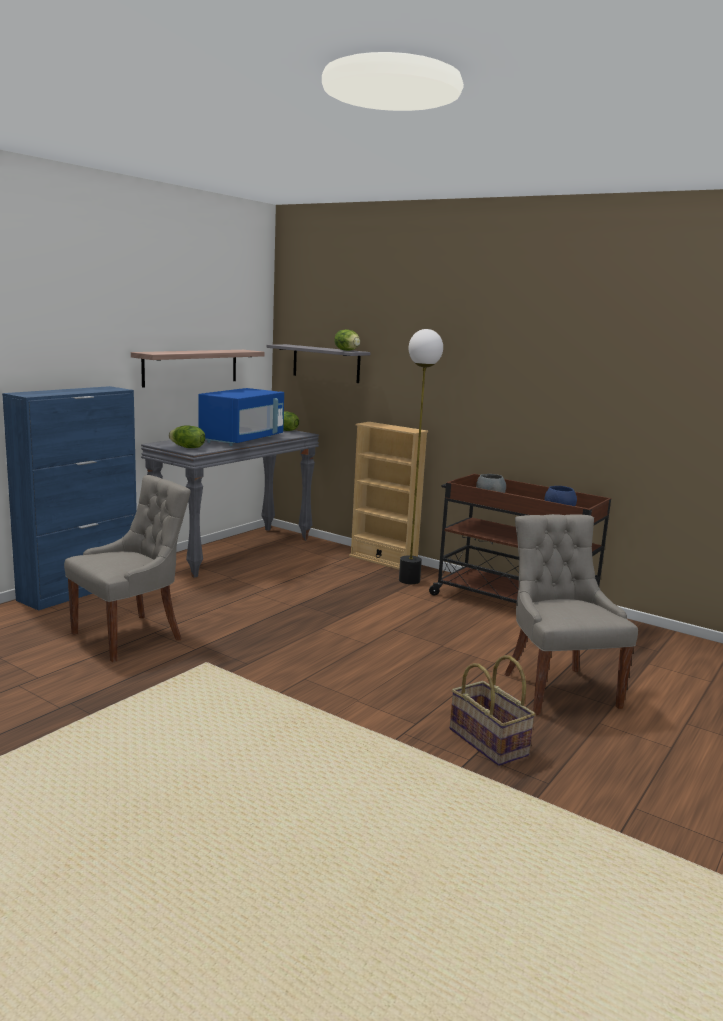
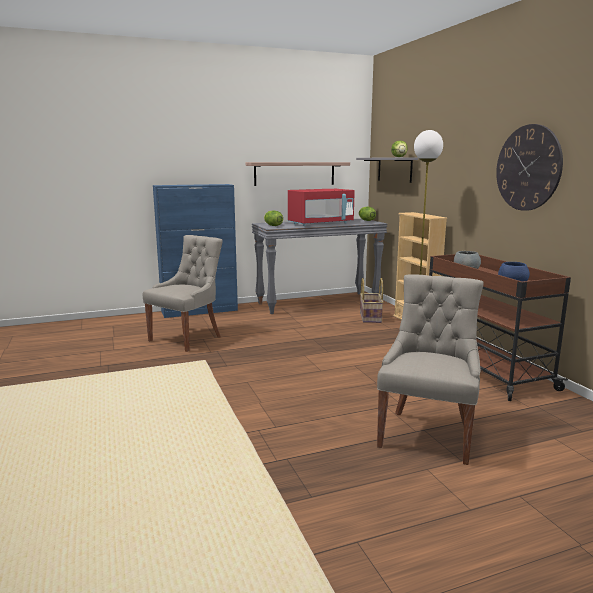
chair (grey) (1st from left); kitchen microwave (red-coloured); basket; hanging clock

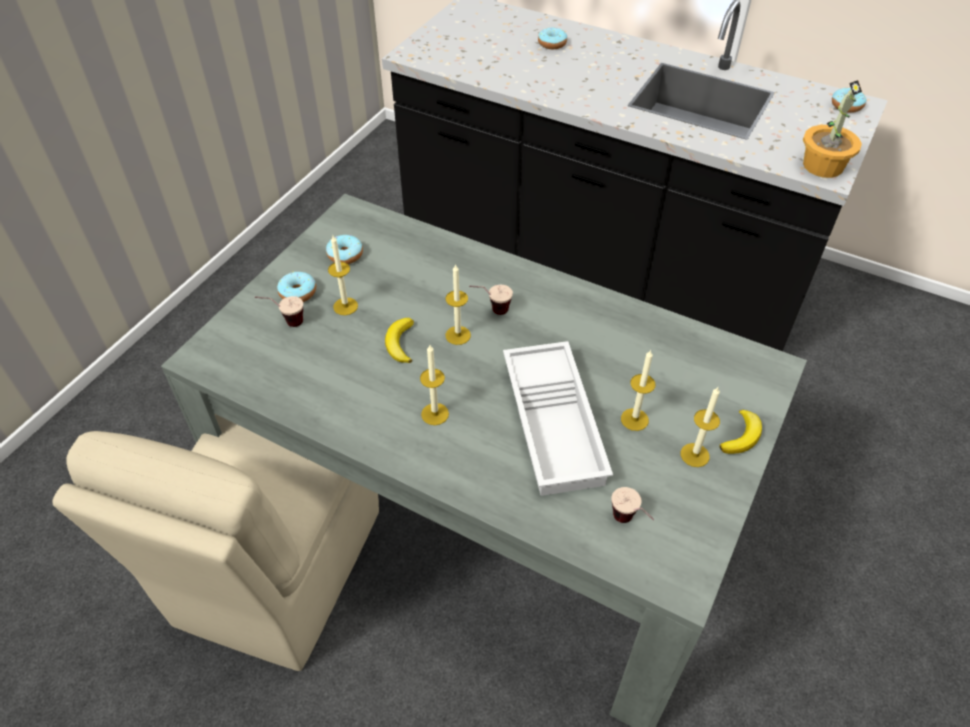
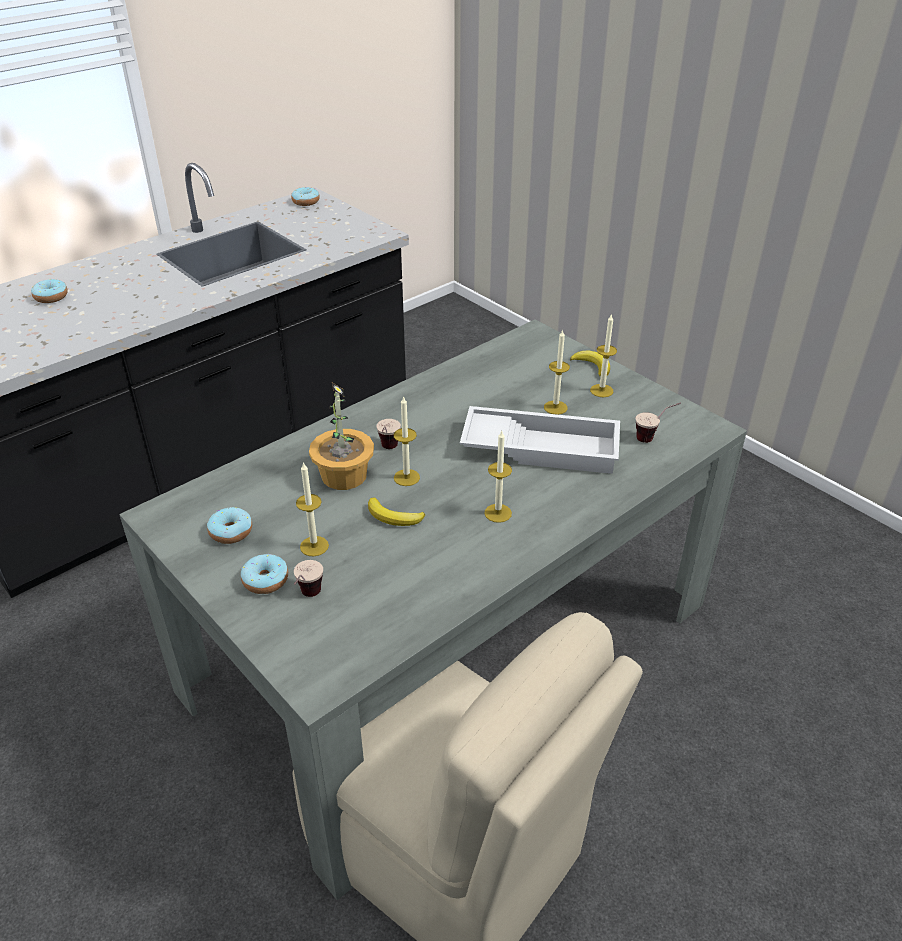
potted plant

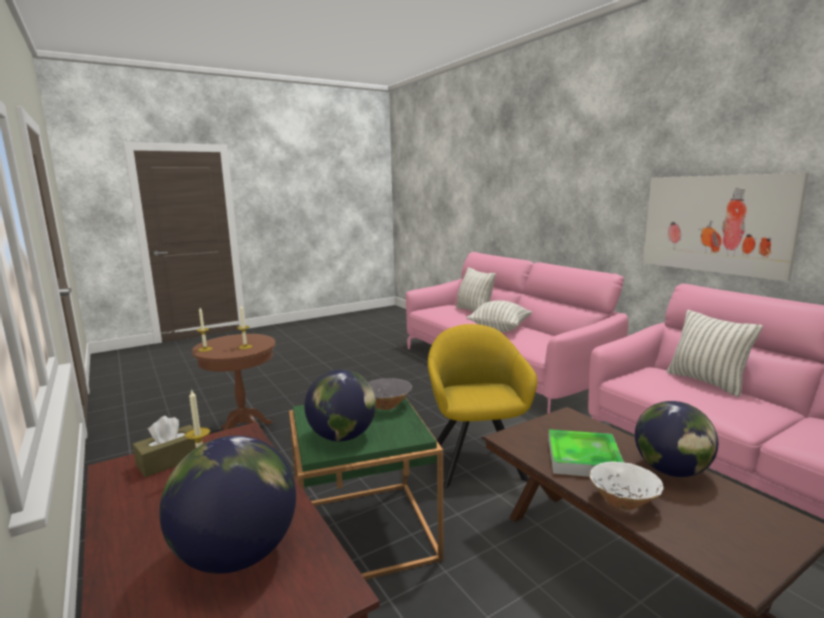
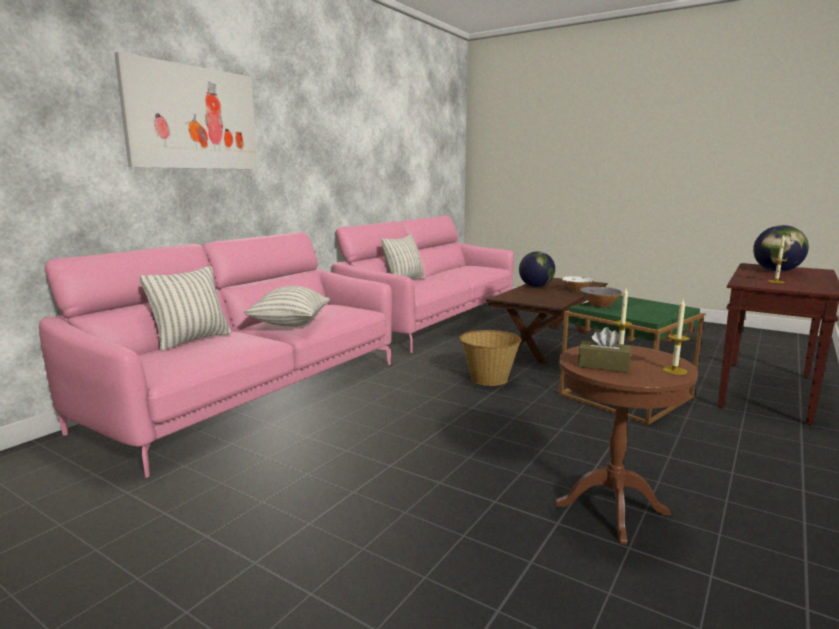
picture; basket; tissue holder (brown-coloured); globe (2nd from left in the first image); tray

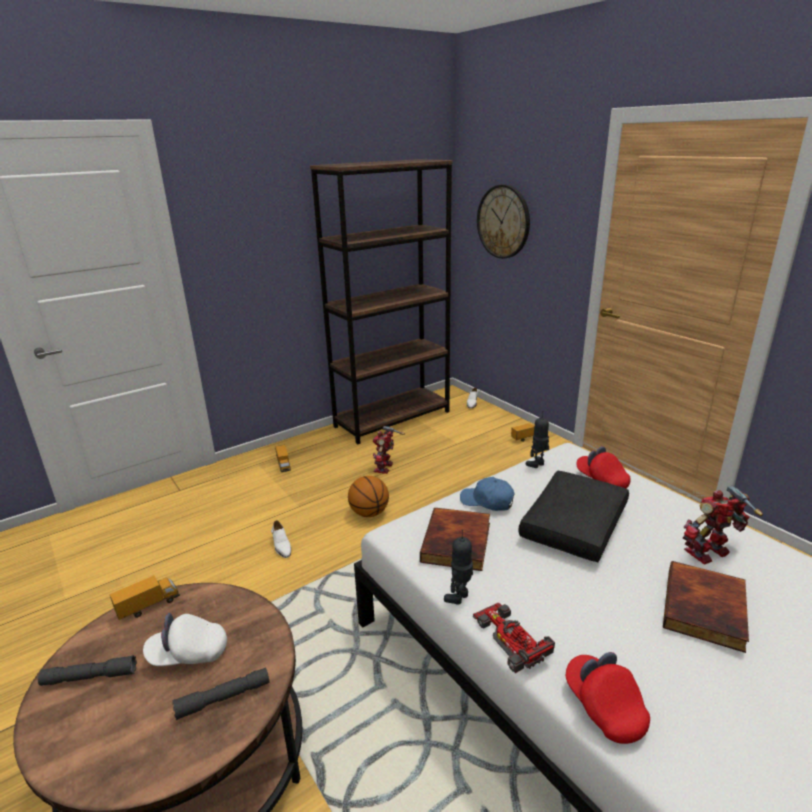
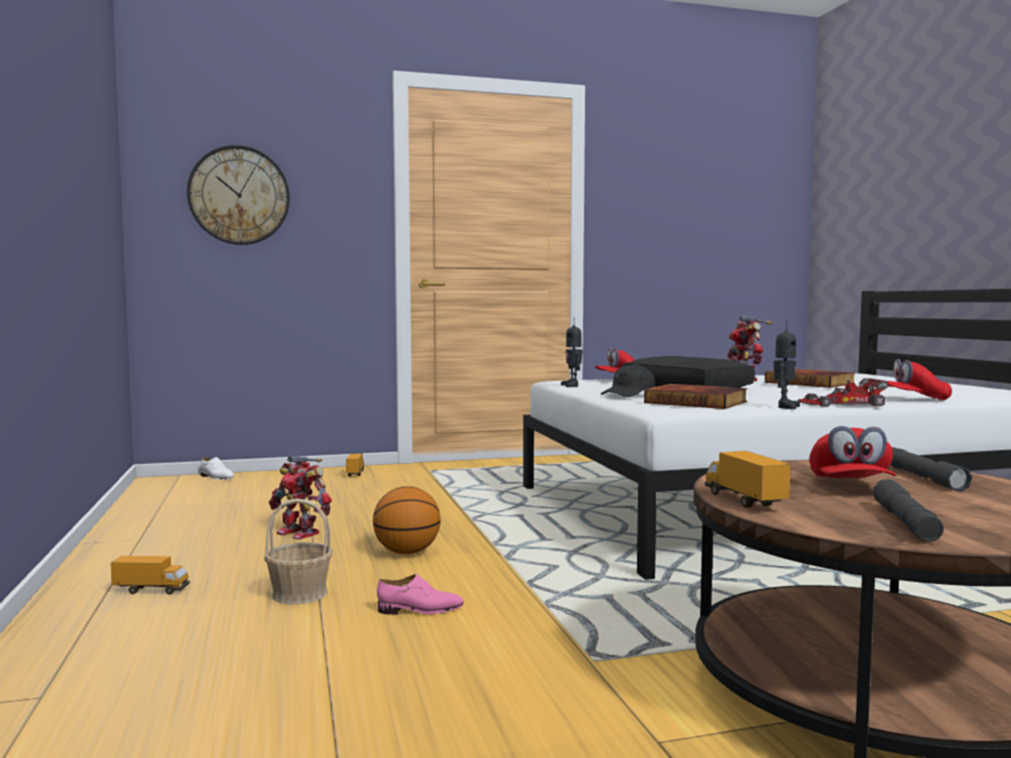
basket; item of footwear (pink-coloured); cap (black-coloured); robot figure (4th from left); cap (red-coloured) (2nd from left); bookshelf (brown-coloured)

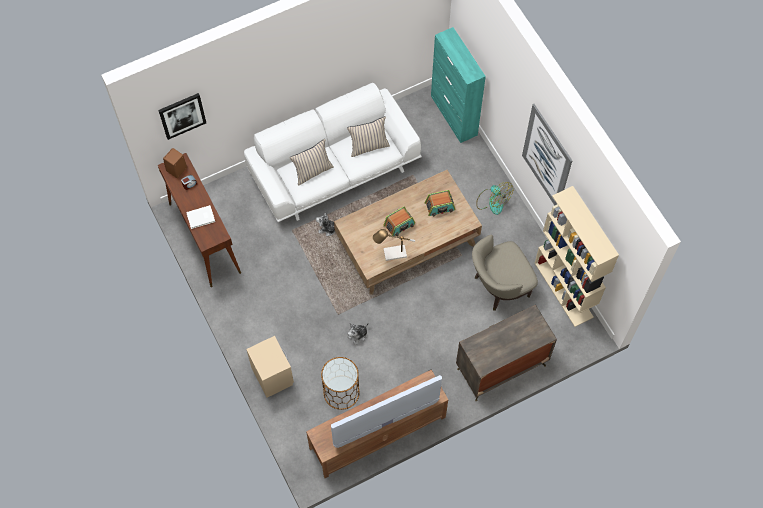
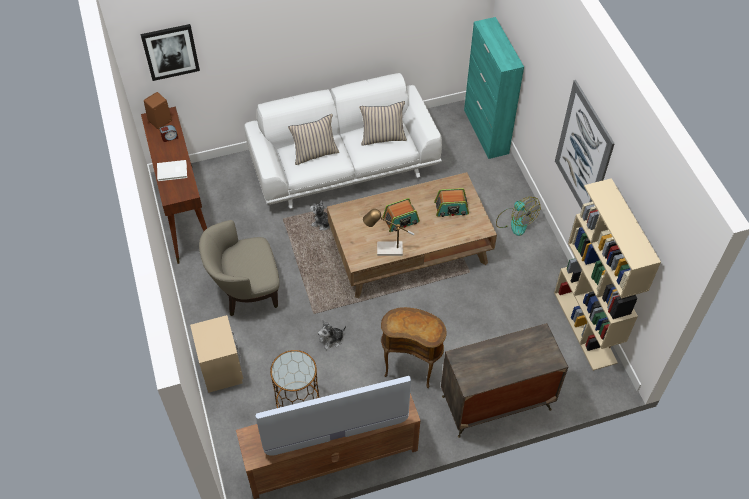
easy chair (beige); end table (brown-coloured) (2nd from left)

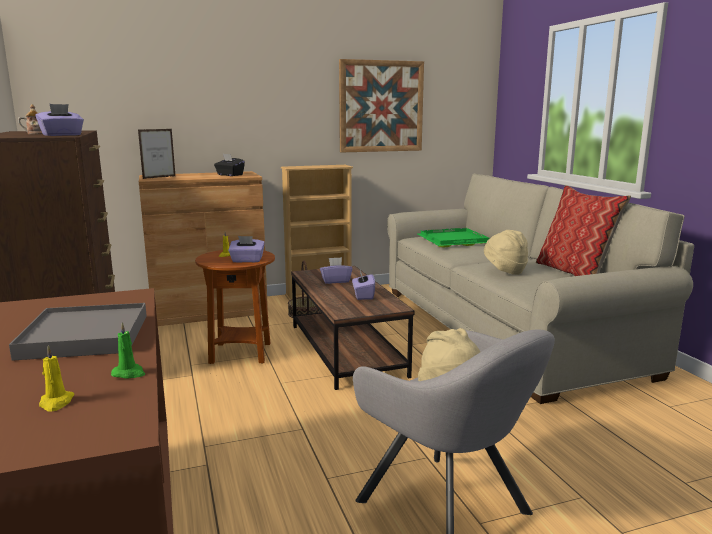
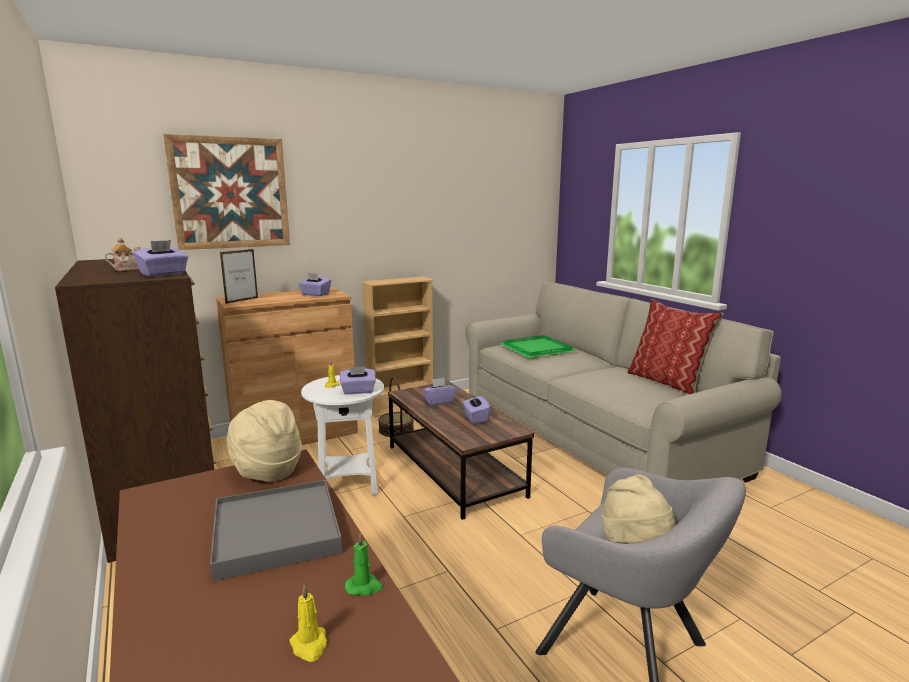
picture; hat (beige) (1st from left); tissue holder (purple-coloured) (2nd from left); end table (white-coloured)

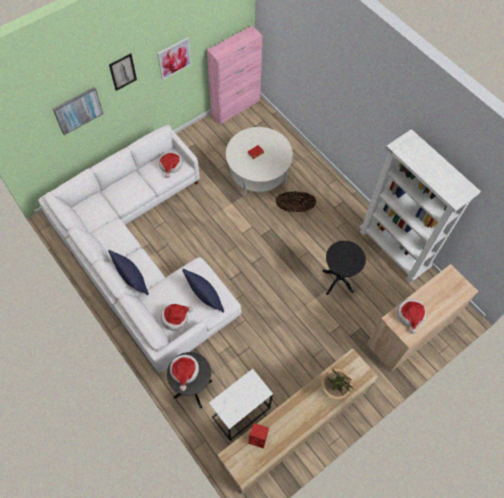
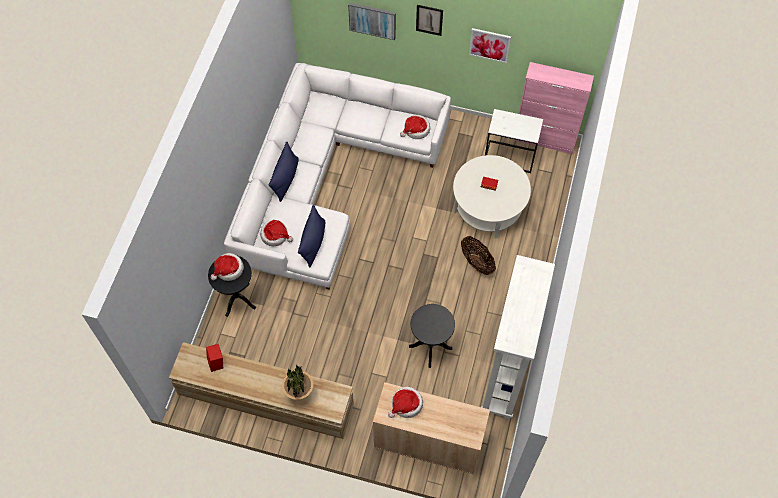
end table (white-coloured)

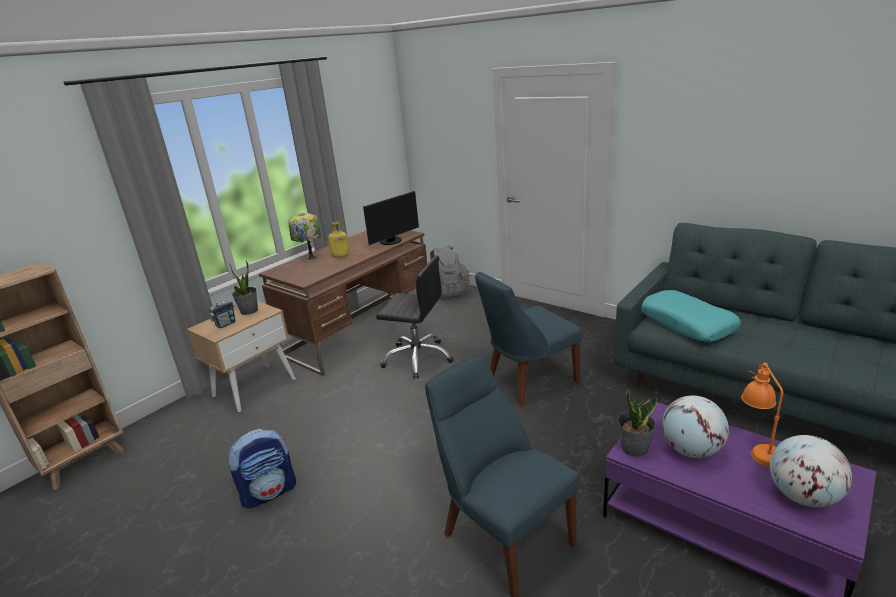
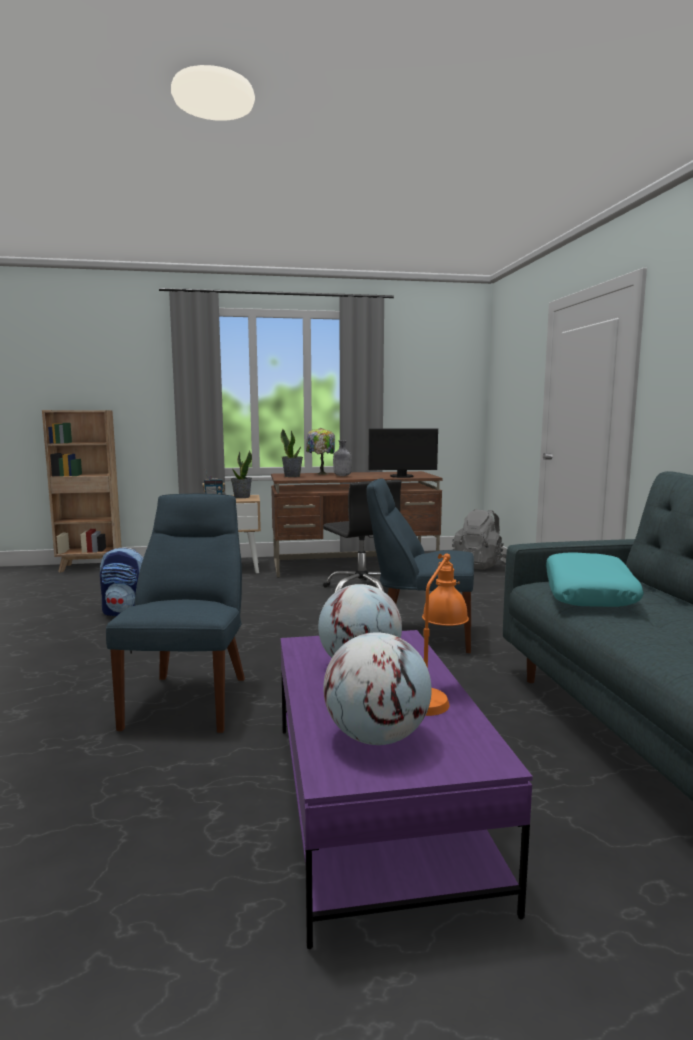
potted plant (2nd from left); drink bottle (grey)

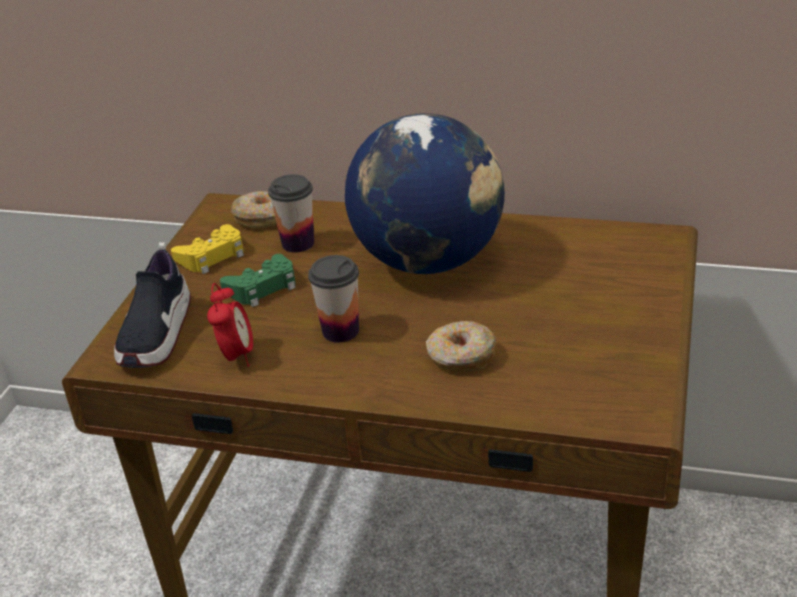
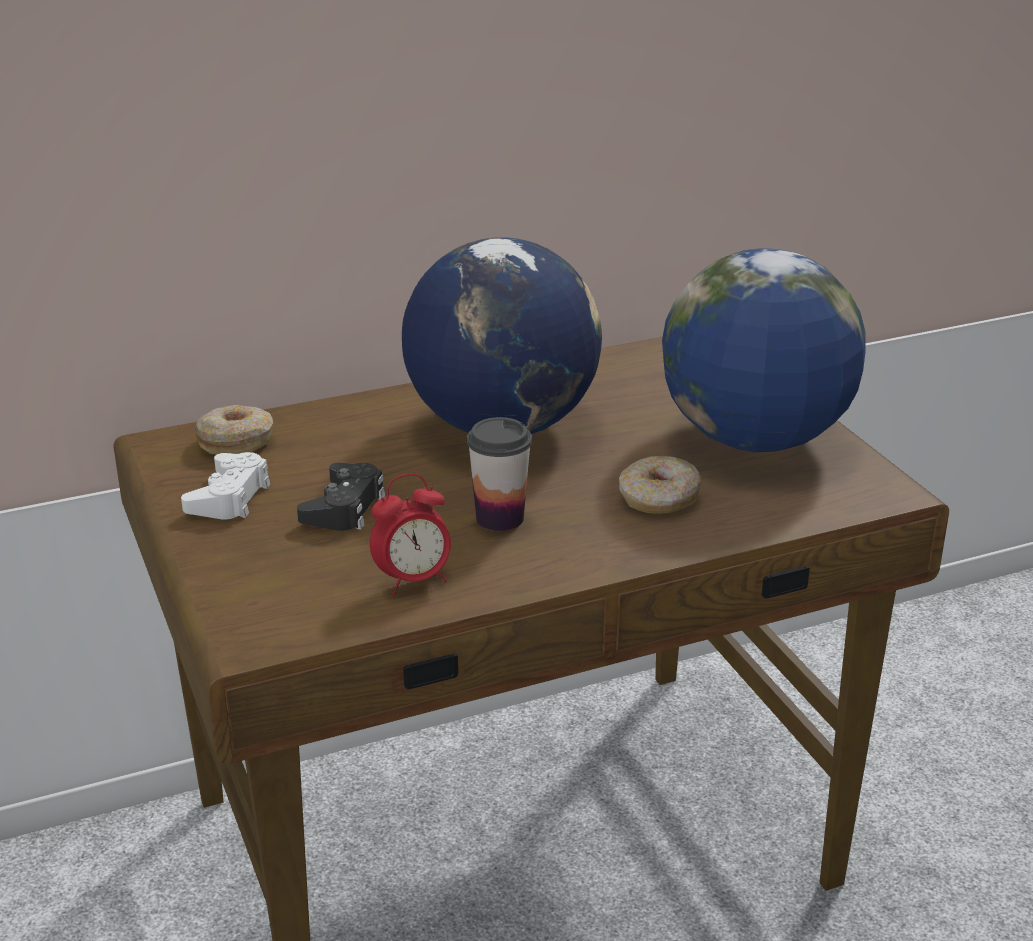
gamepad (white-coloured); gamepad (black-coloured); alarm clock; globe (2nd from left); item of footwear; small cup (1st from left in the first image)

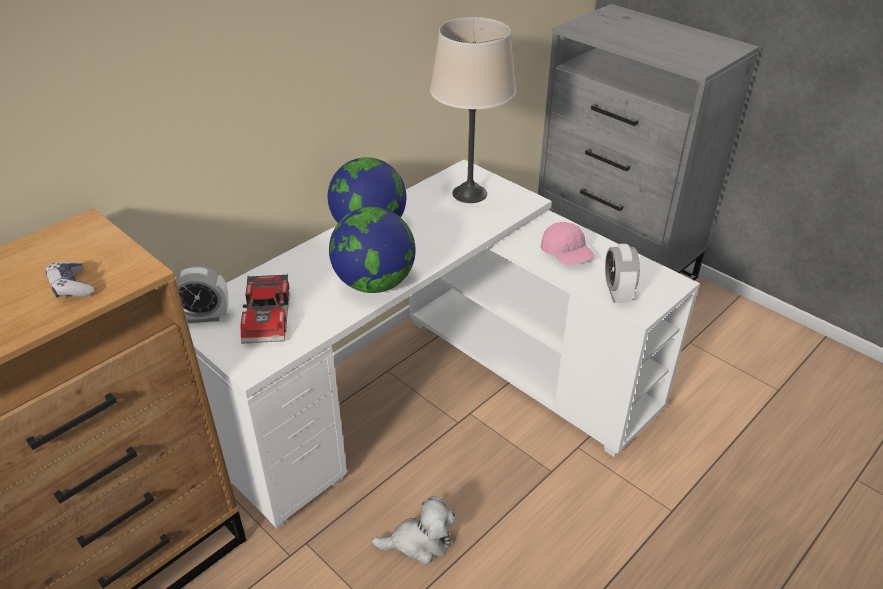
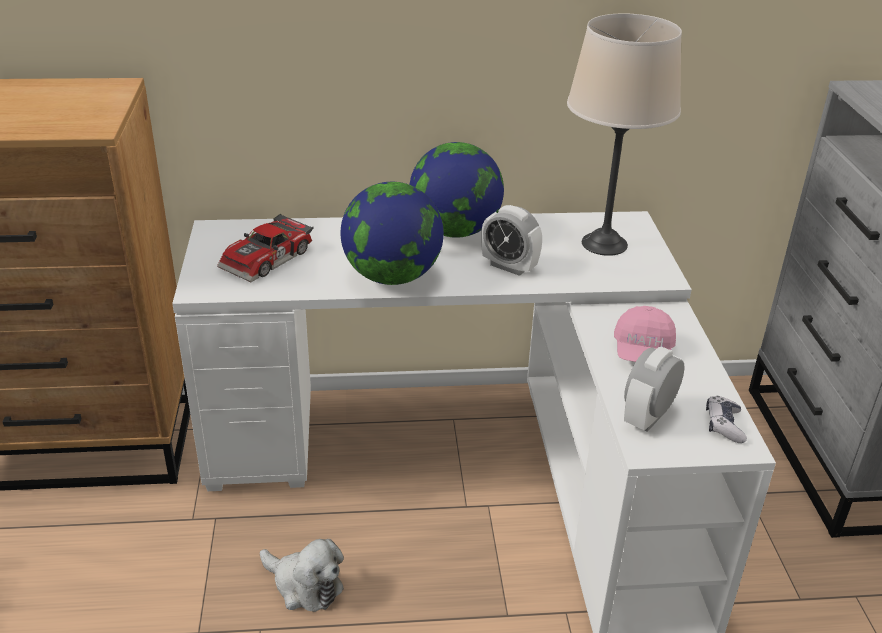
alarm clock (1st from left); gamepad

